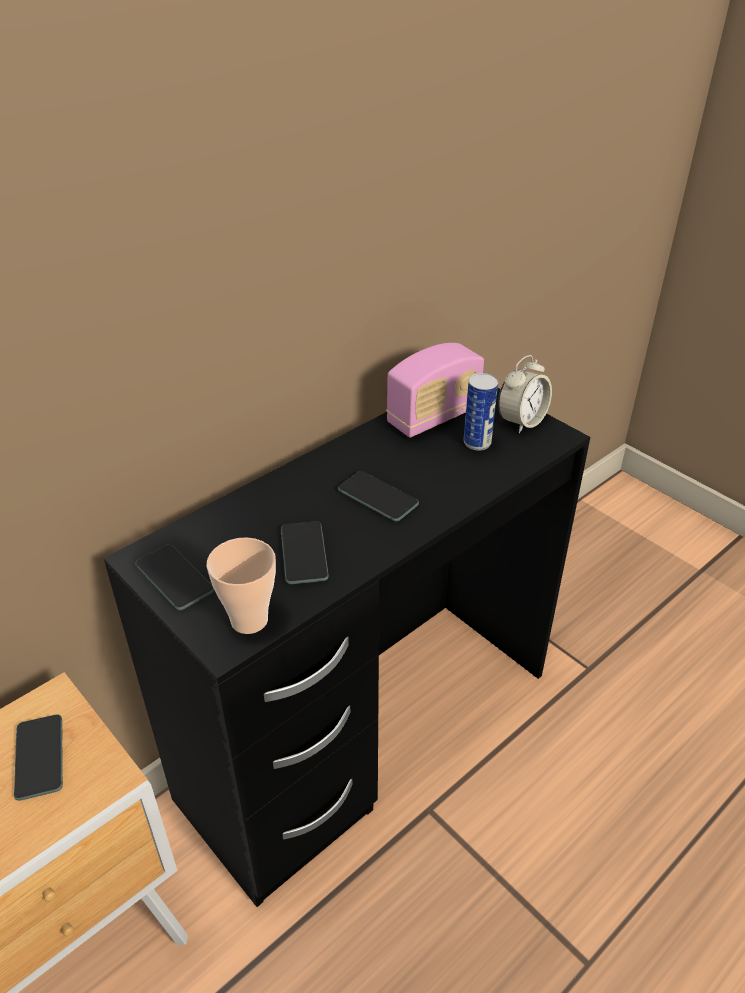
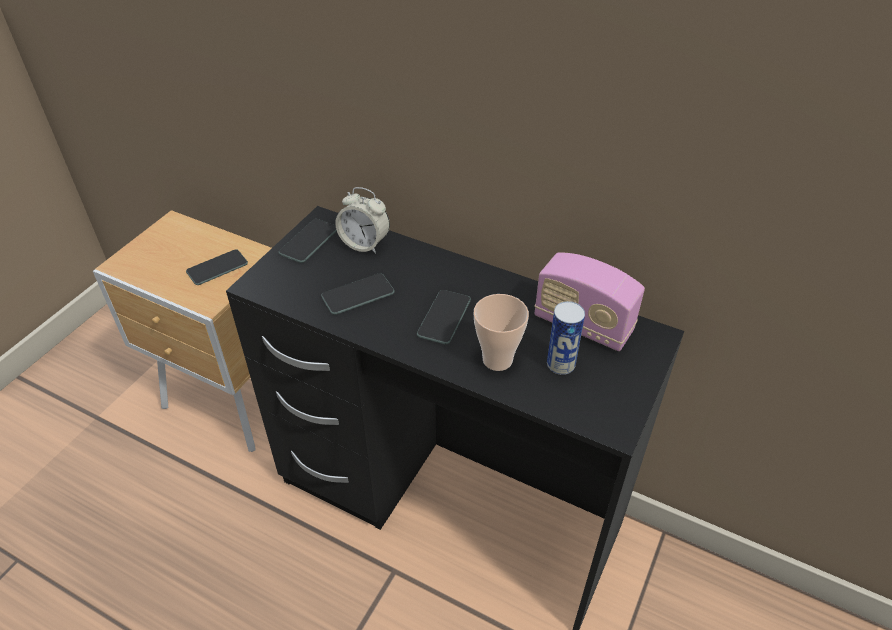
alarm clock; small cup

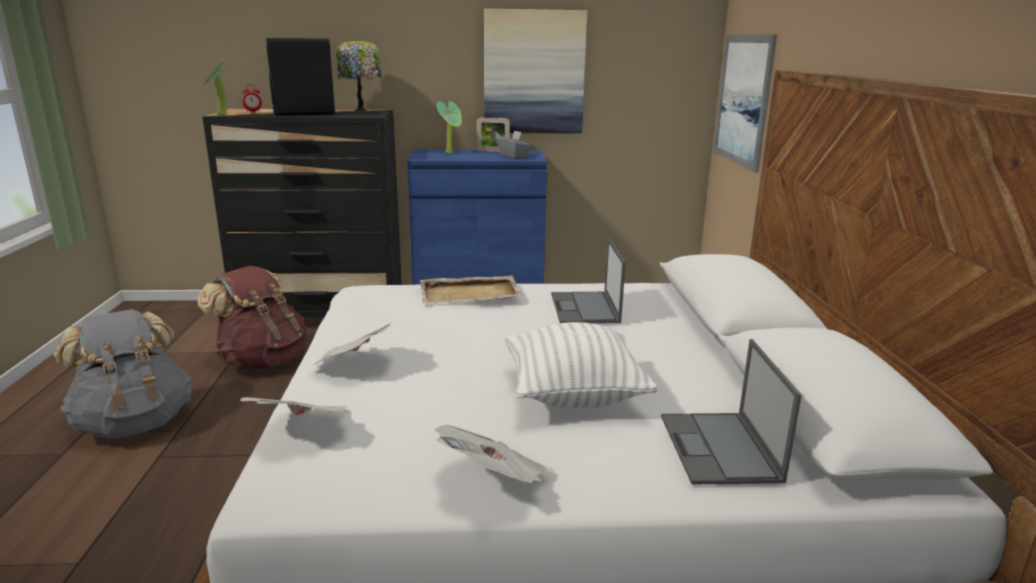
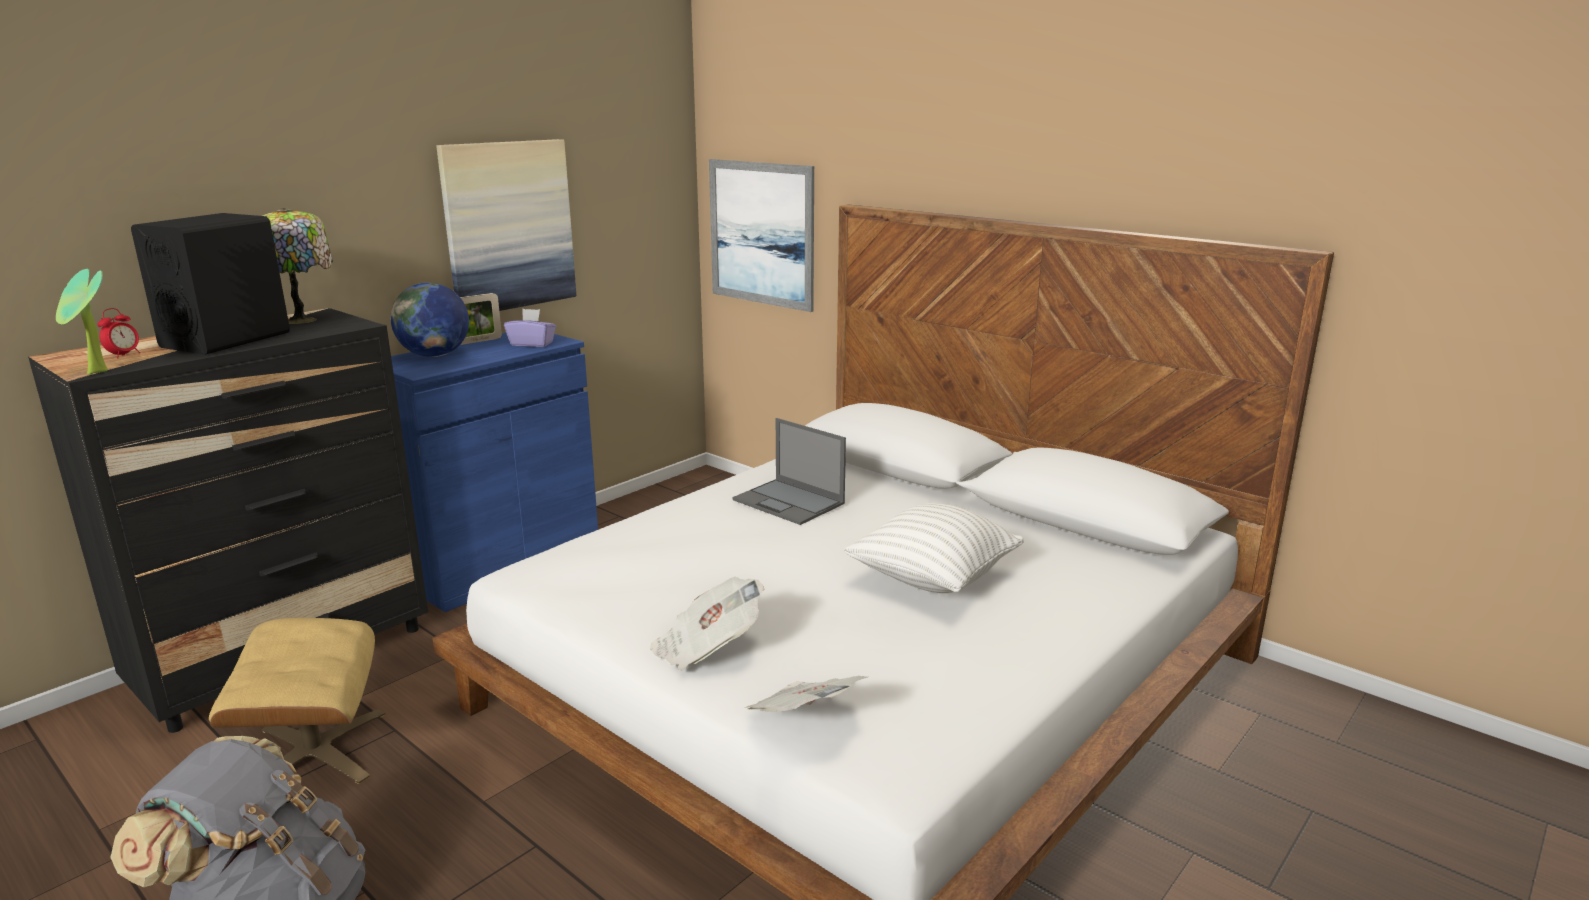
ottoman (beige); globe; tissue holder (purple-coloured); tray (beige); newspaper (3rd from left in the first image); notebook computer (2nd from left in the first image)

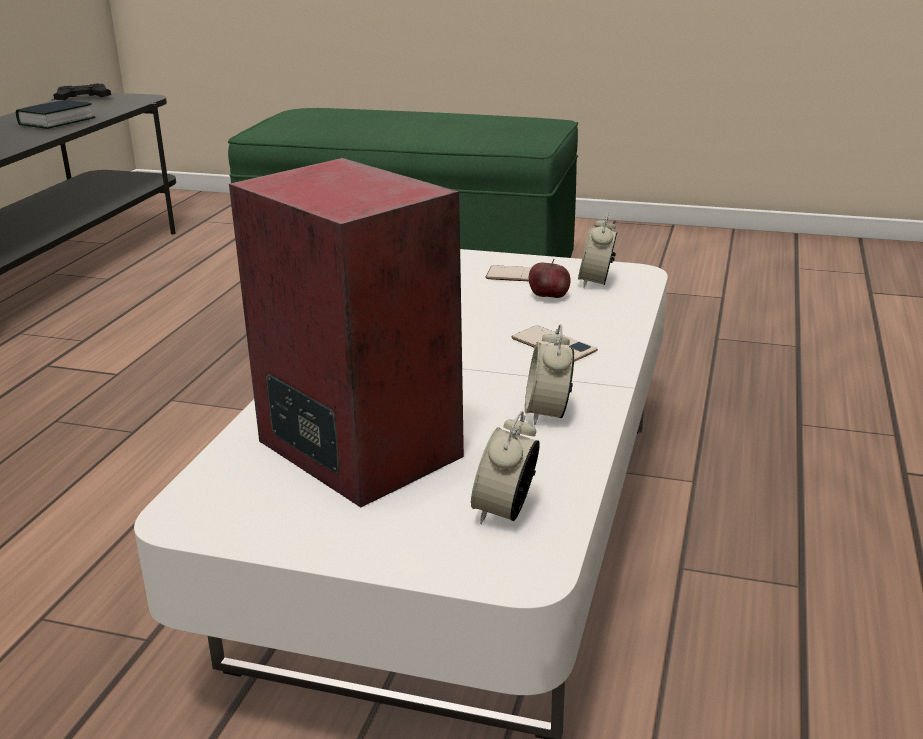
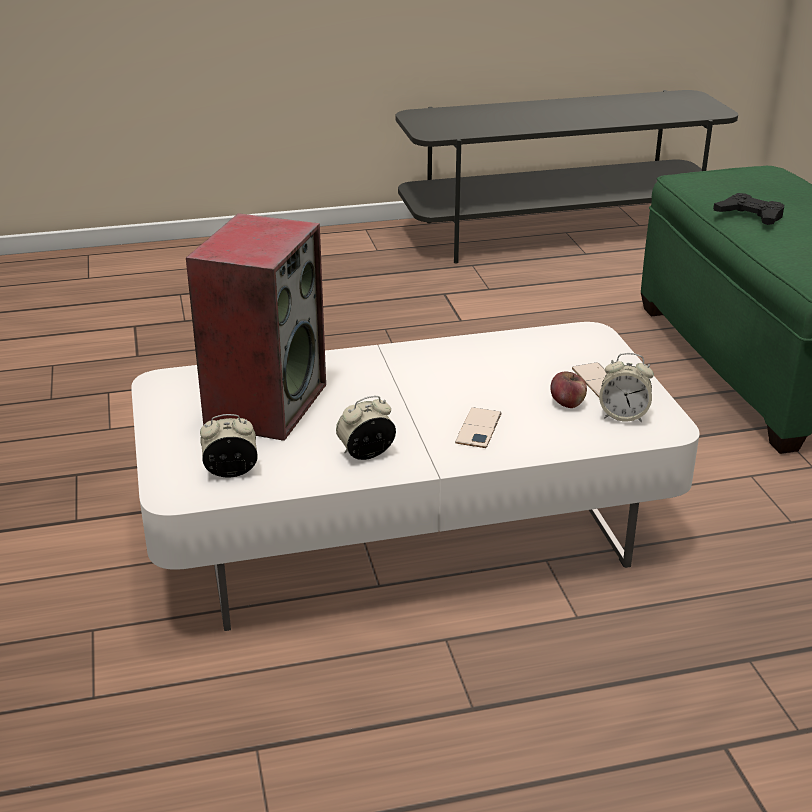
alarm clock (3rd from left); gamepad (black-coloured); book

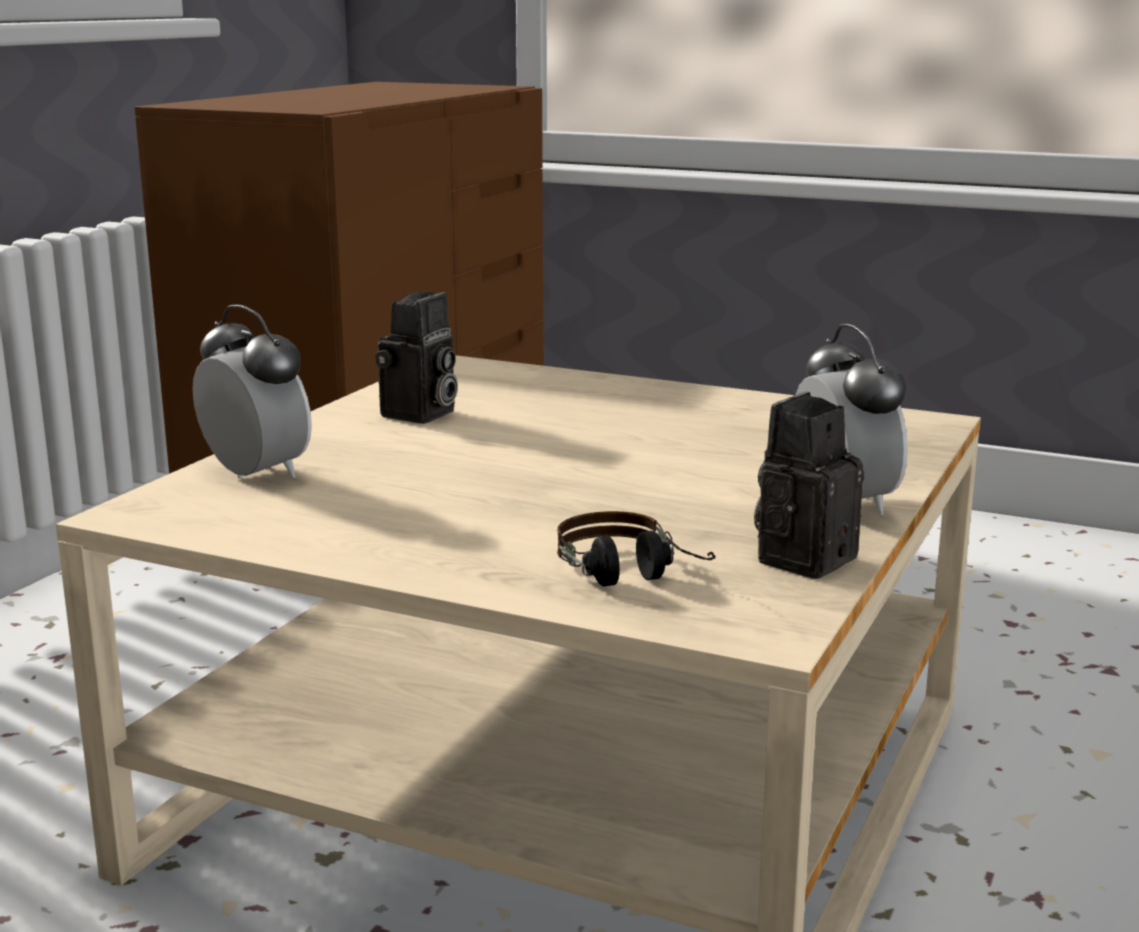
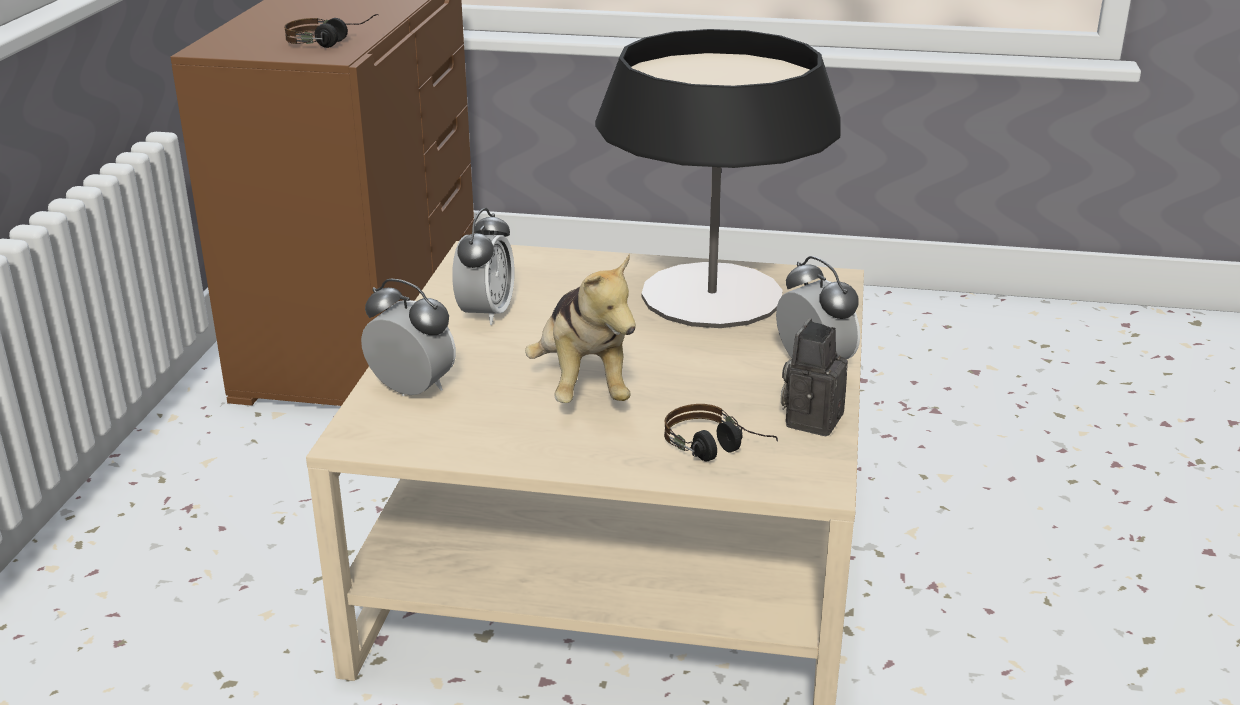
headphones (1st from left); alarm clock (2nd from left); soft toy; lamp for a table

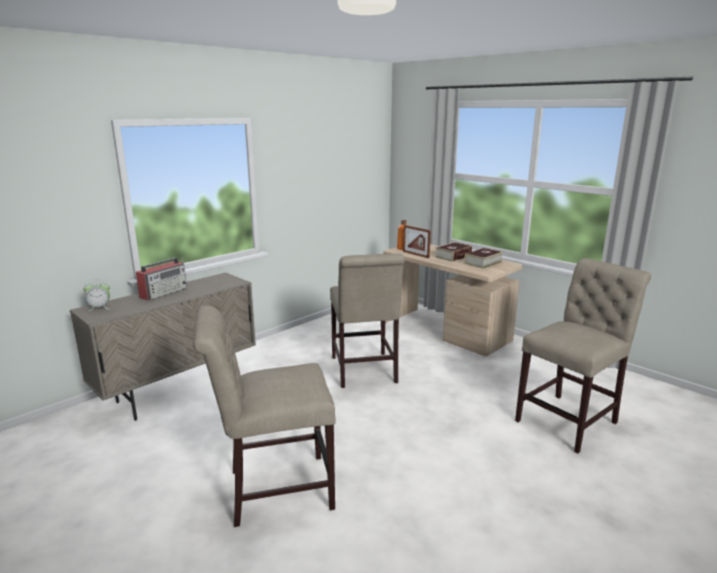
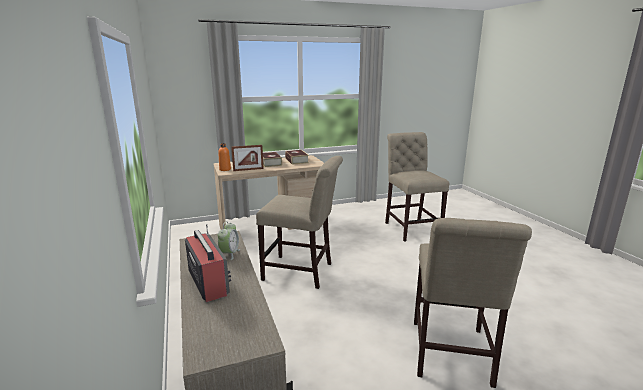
alarm clock

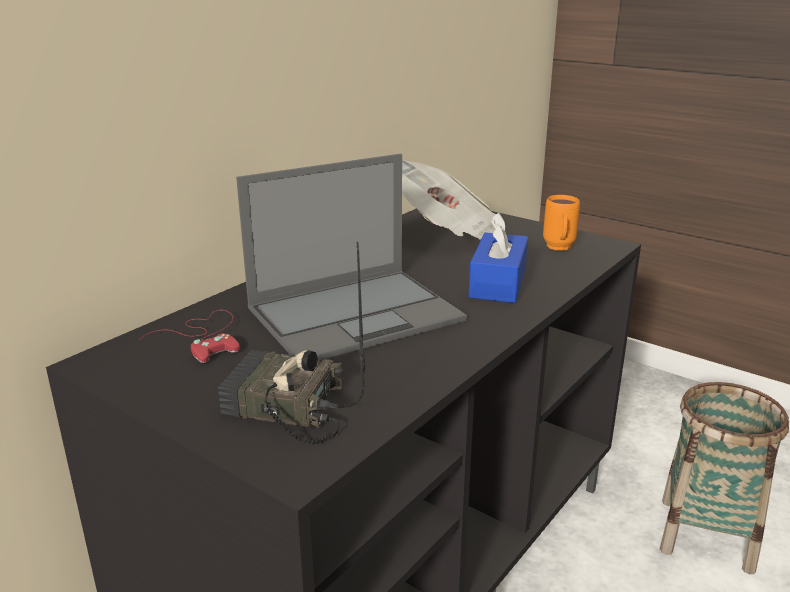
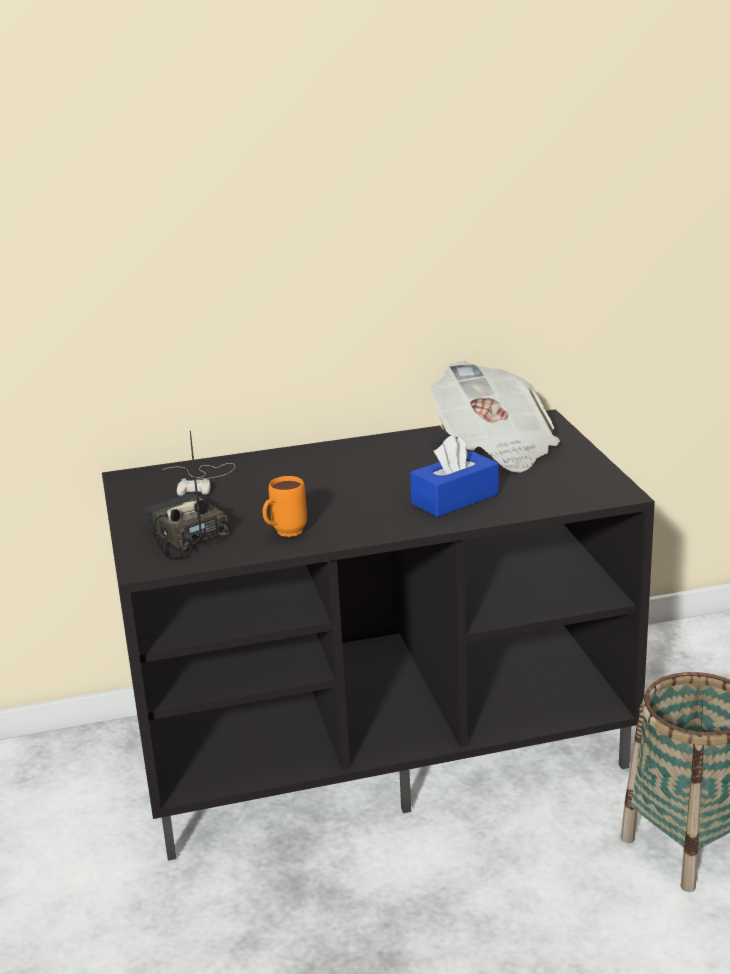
gamepad (white-coloured); coffee mug (orangey); notebook computer

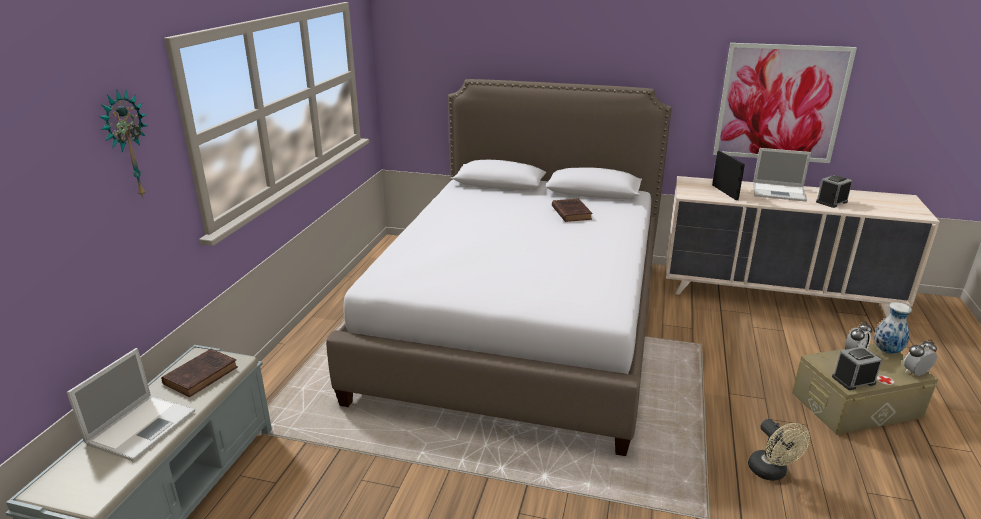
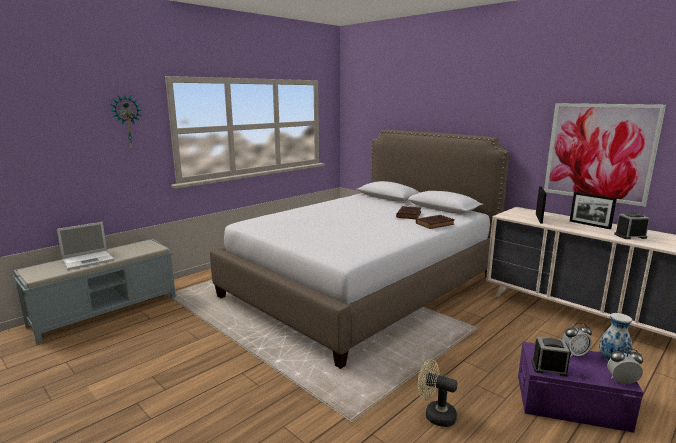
book (brown-coloured) (2nd from left); electric fan (beige); storage bin (purple-coloured); standing frame (2nd from left)

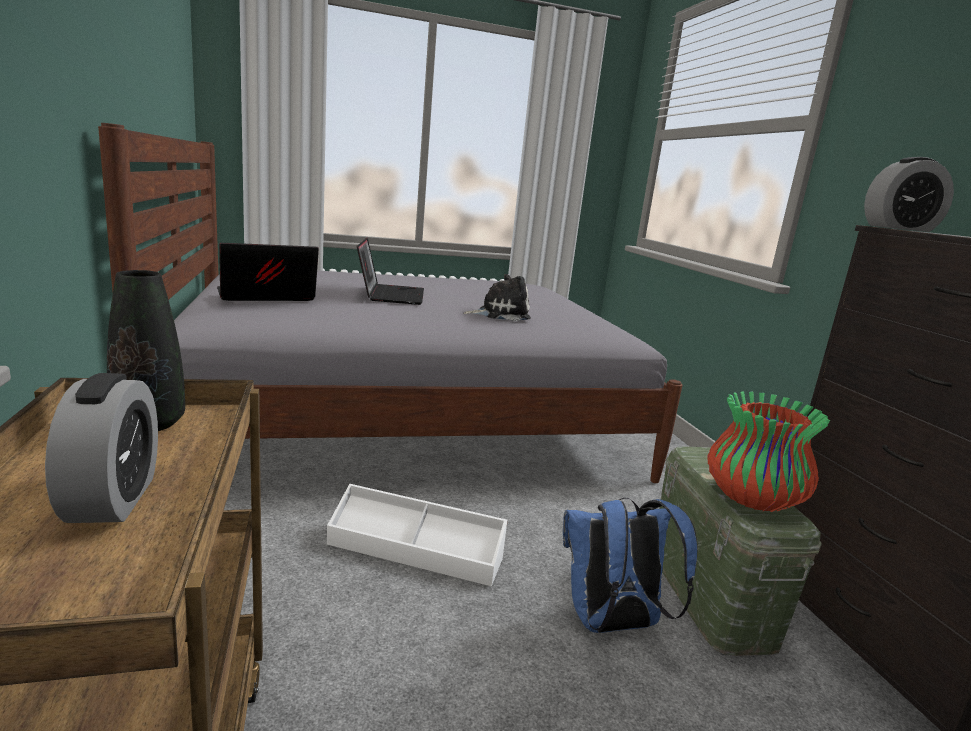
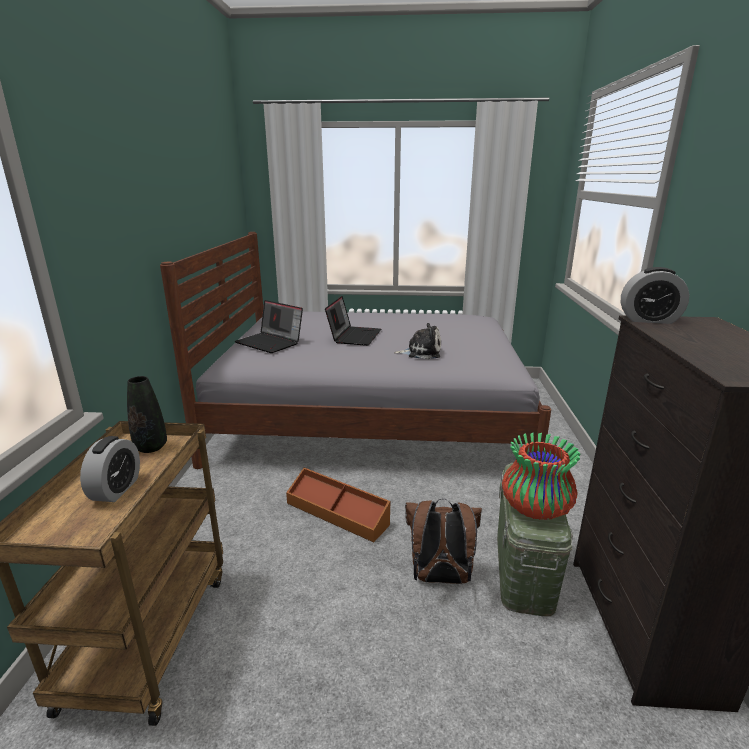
notebook computer (1st from left); storage bin (brown-coloured); backpack (brown-coloured)

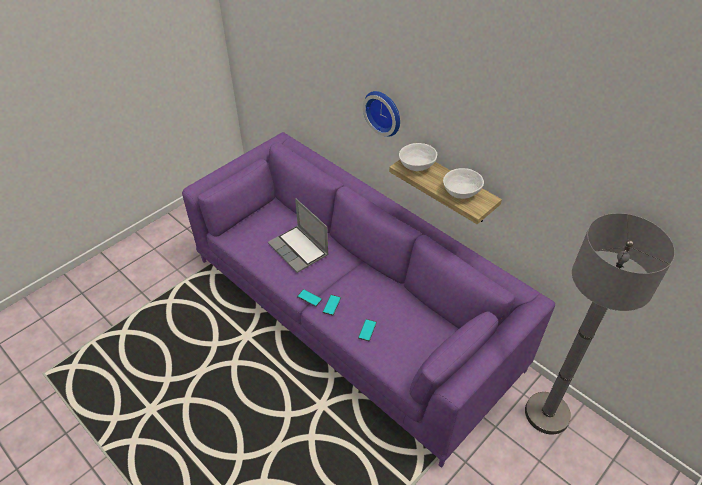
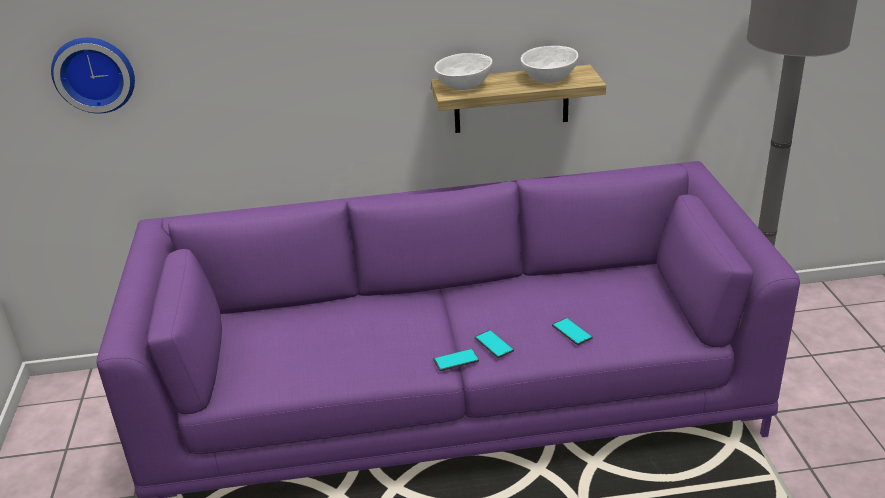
hanging clock; notebook computer

